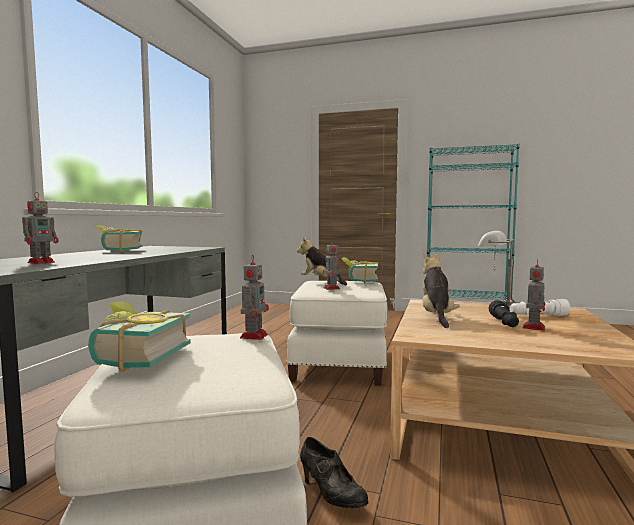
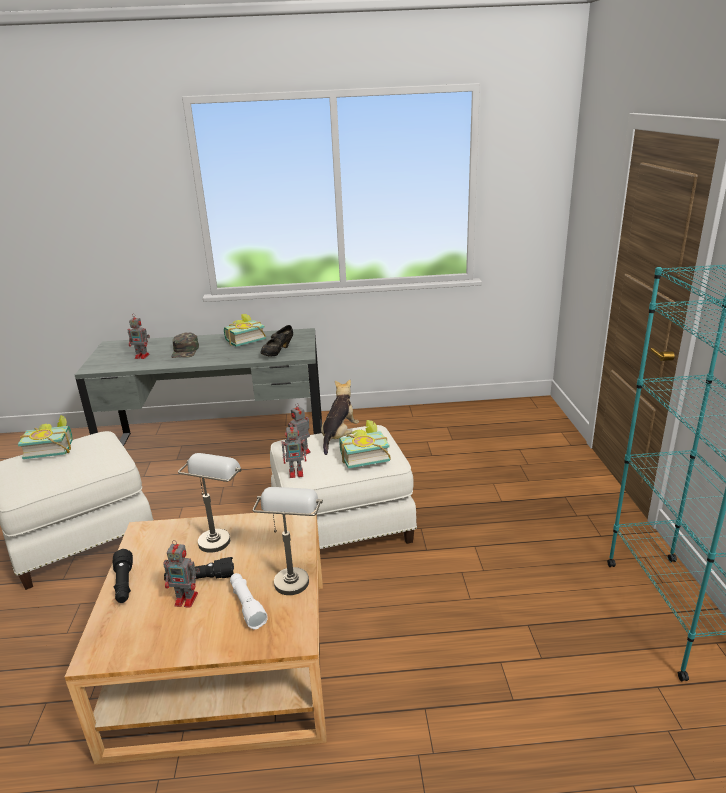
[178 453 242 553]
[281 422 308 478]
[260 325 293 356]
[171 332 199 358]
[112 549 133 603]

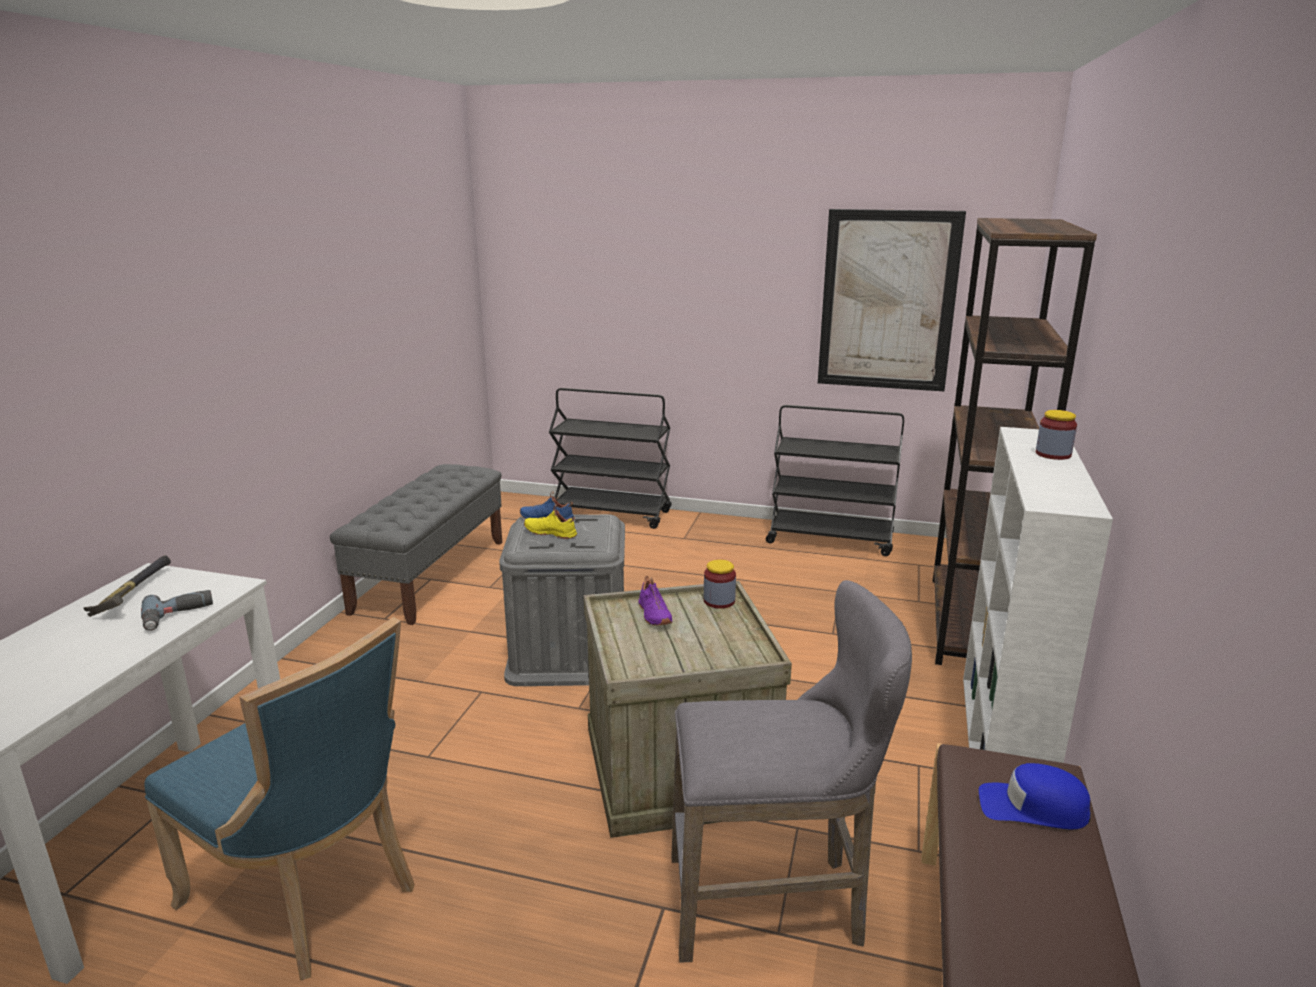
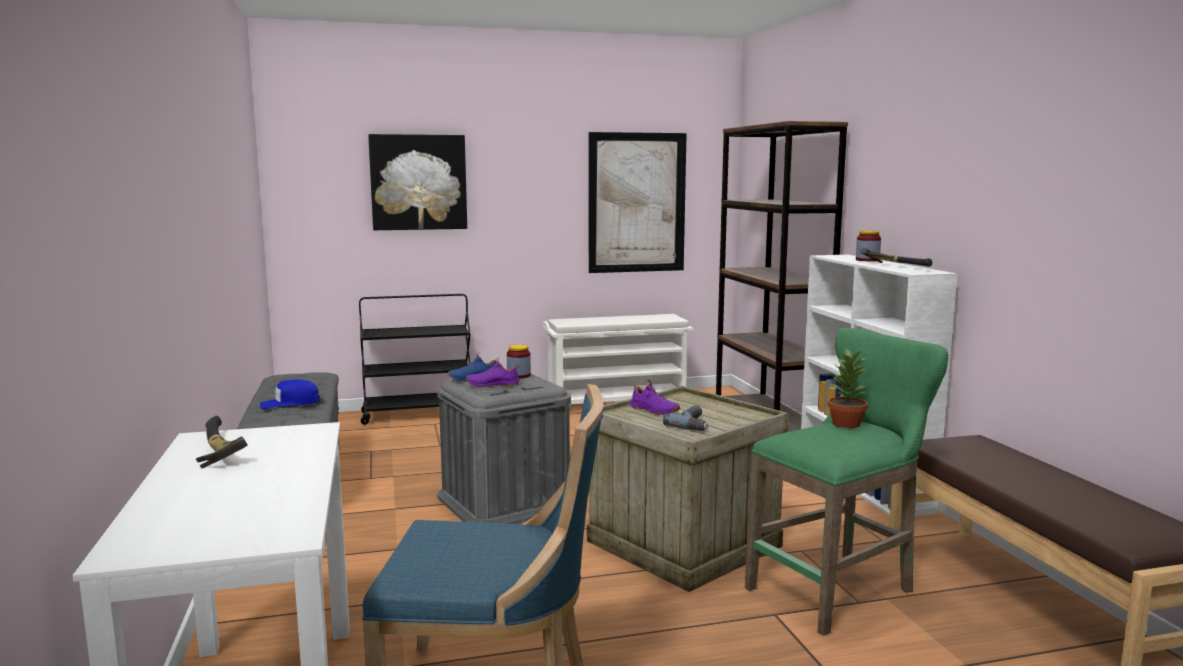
[543 314 694 408]
[466 360 519 387]
[507 344 531 378]
[745 328 948 636]
[663 406 708 431]
[260 379 320 409]
[368 134 467 230]
[861 248 932 267]
[828 348 868 428]

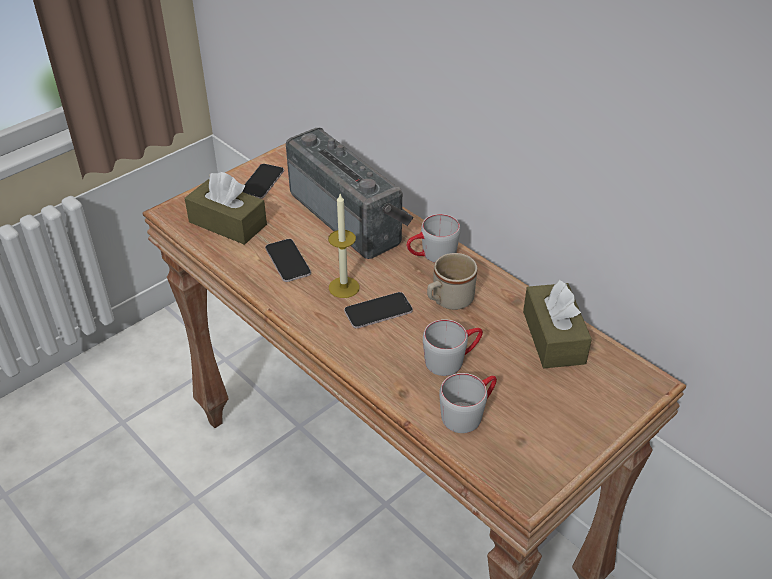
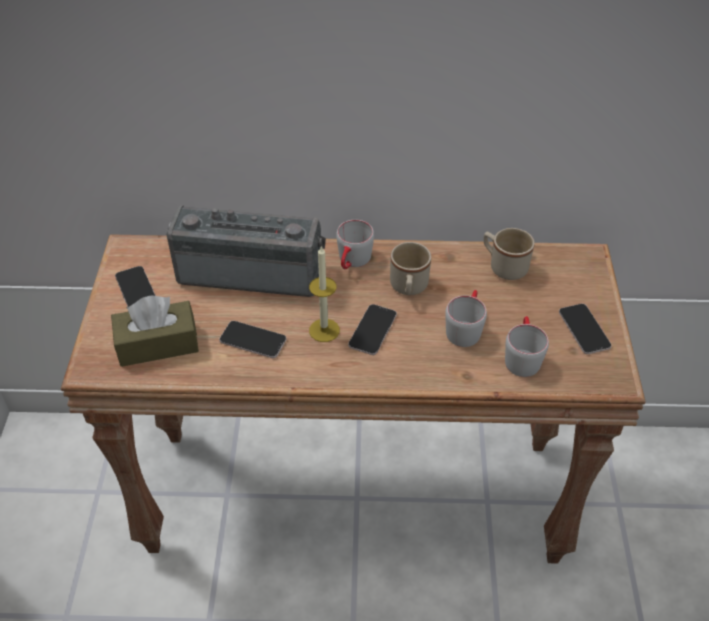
[484 228 535 280]
[559 304 612 354]

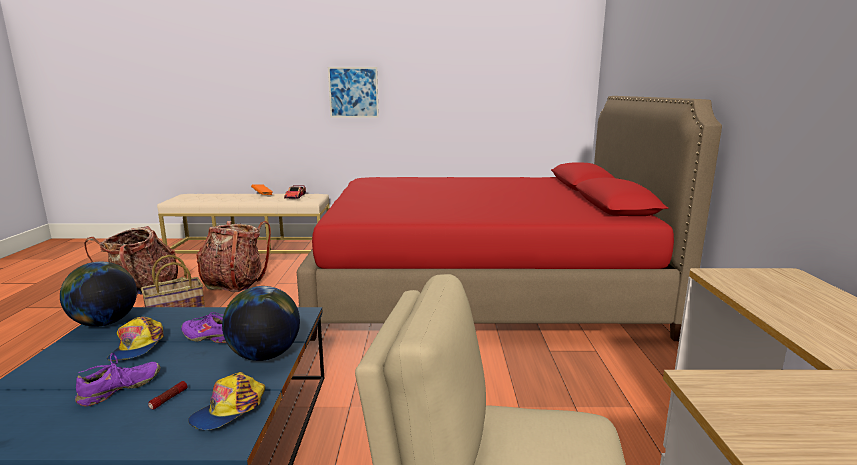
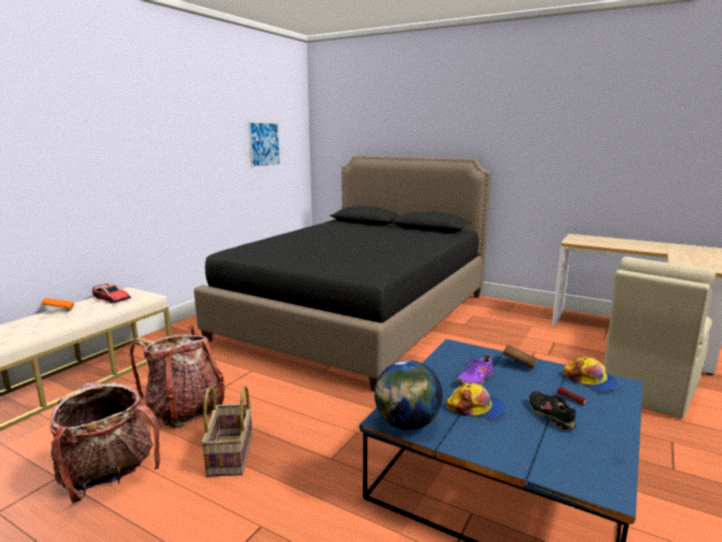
[248 121 281 168]
[194 155 491 392]
[502 345 537 369]
[529 391 577 430]

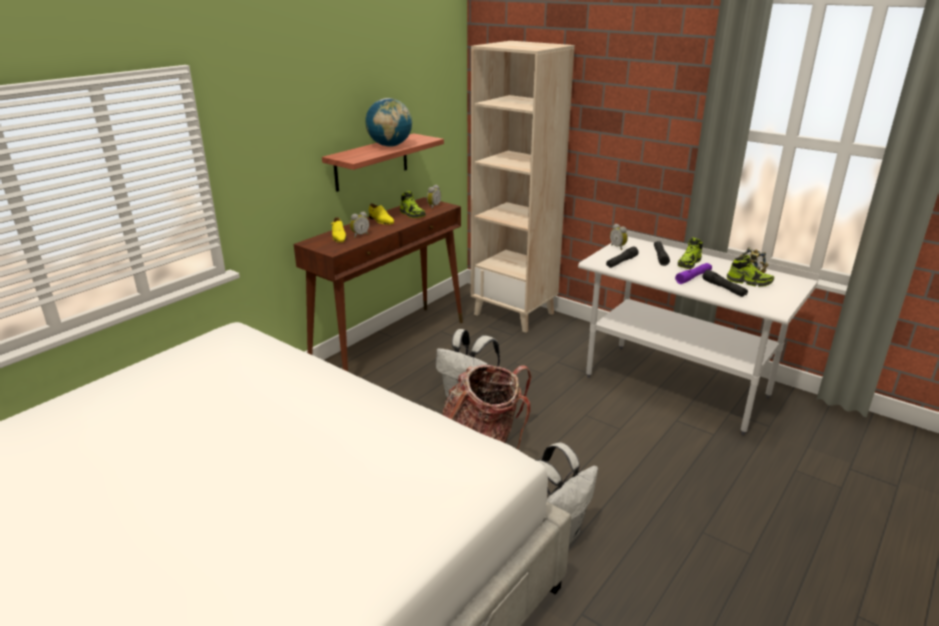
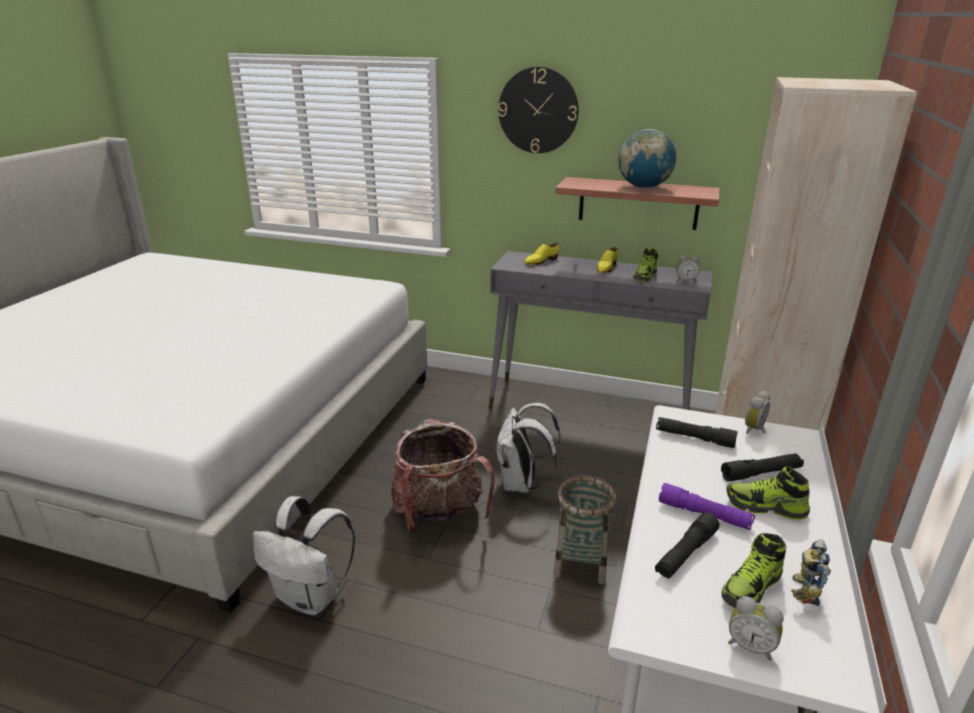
[489 251 712 410]
[728 596 784 660]
[722 533 786 608]
[498 67 579 153]
[553 475 616 584]

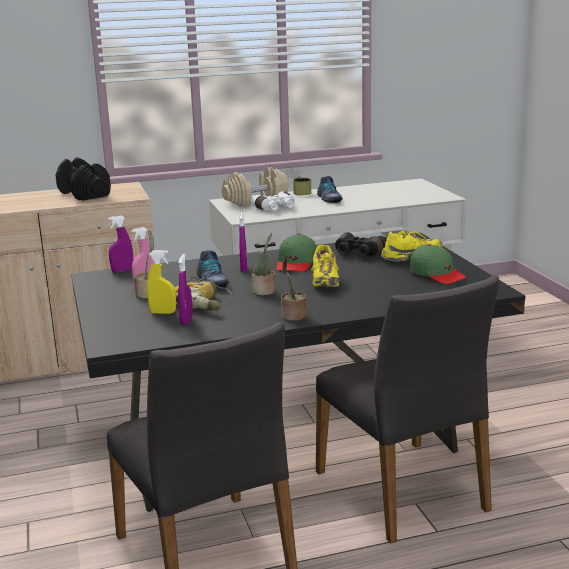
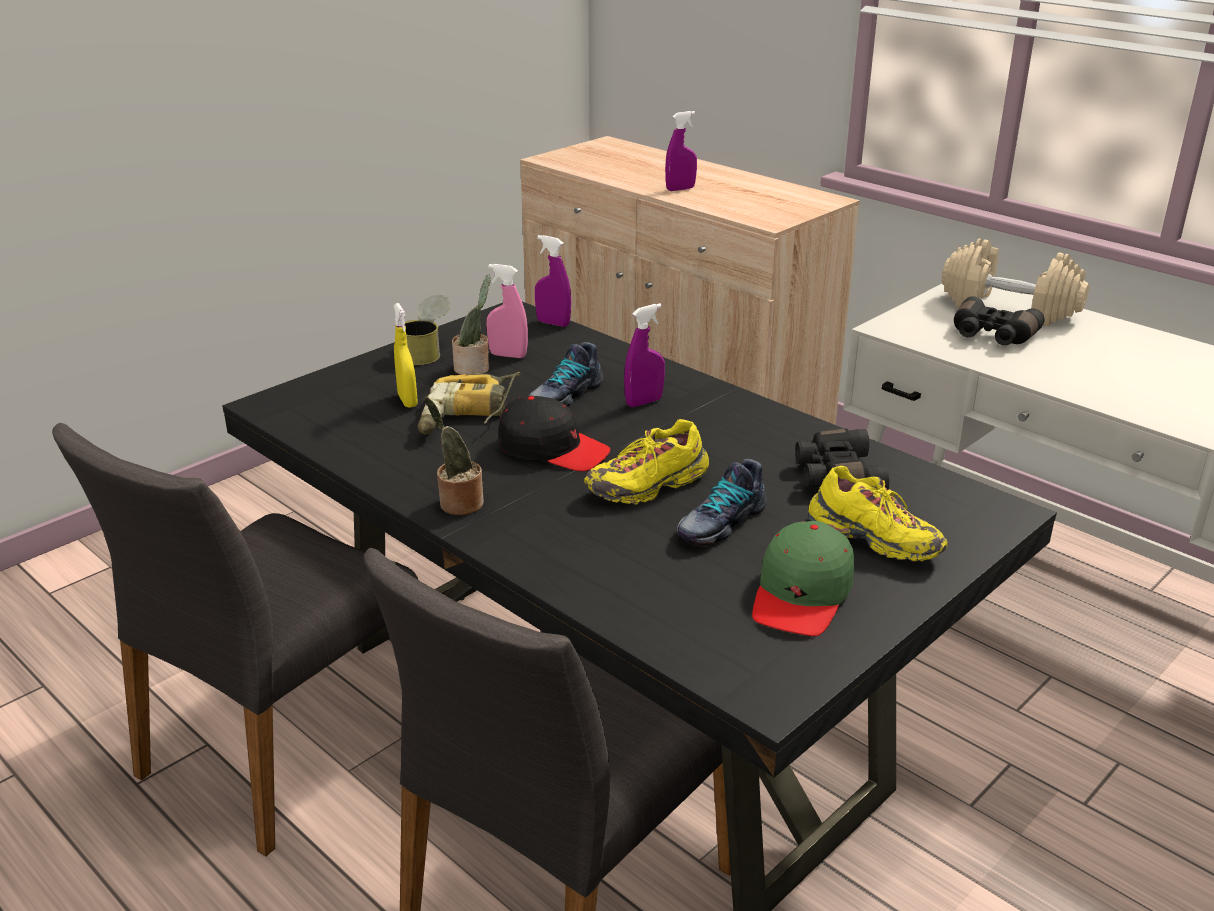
[56 157 111 201] (first image)
[405 295 450 365]
[676 459 767 547]
[954 296 1044 346]
[499 396 610 471]
[276 234 316 272] (first image)
[665 111 697 191]

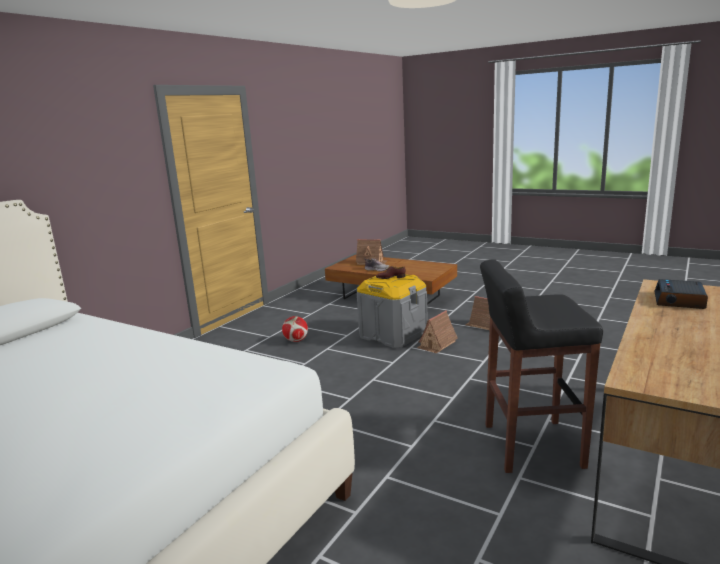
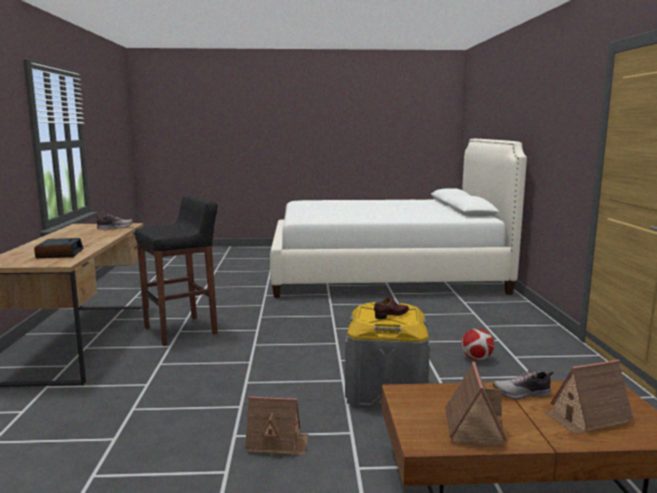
[445 362 507 446]
[95 214 133 230]

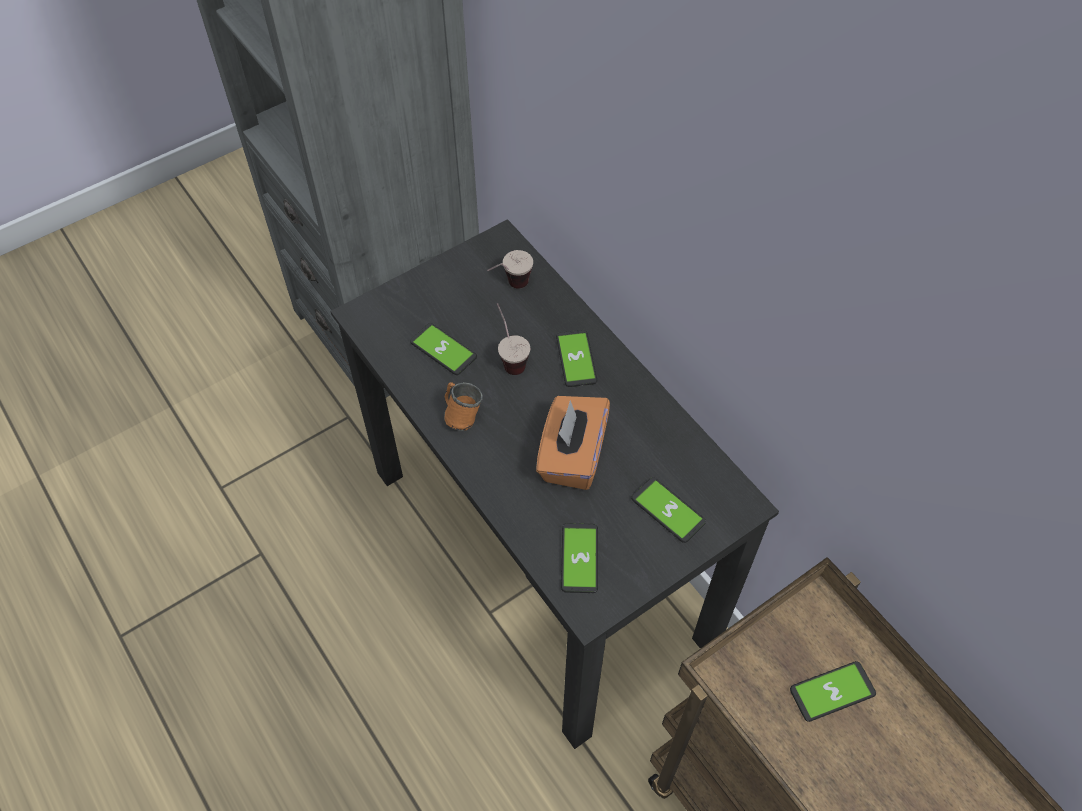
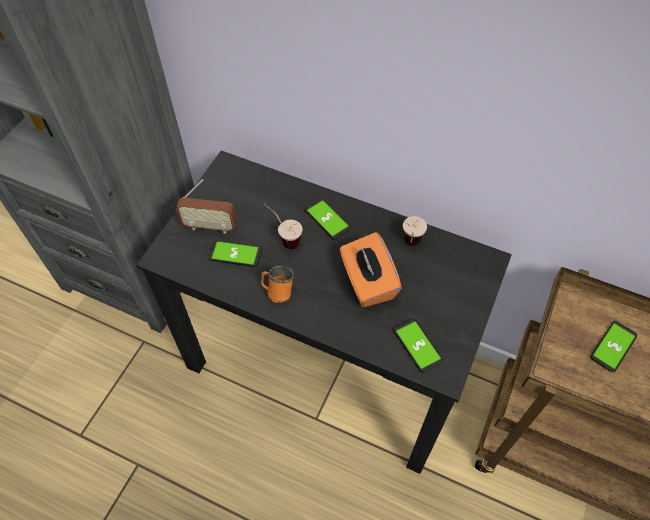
[403 216 427 246]
[631 477 706 543] (first image)
[176 179 236 234]

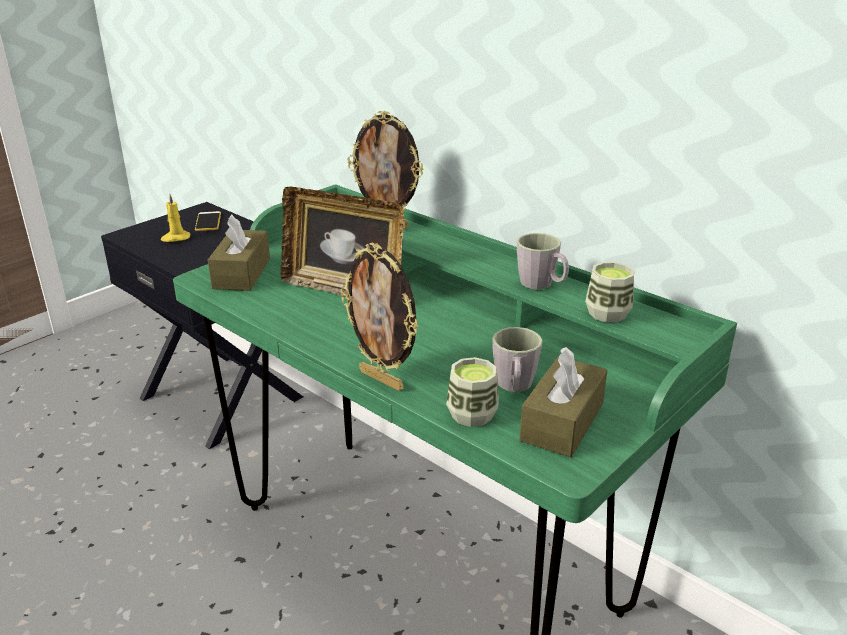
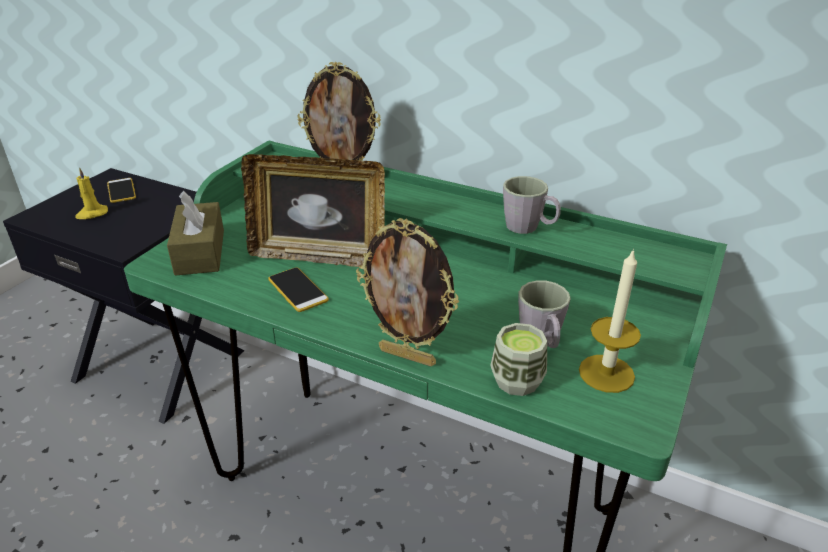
[585 262 634 322] (first image)
[579 248 641 393]
[268 267 329 312]

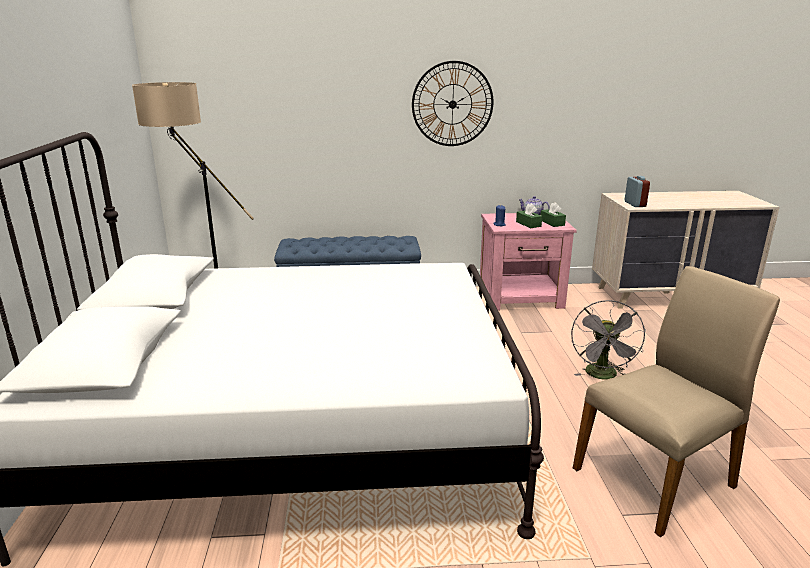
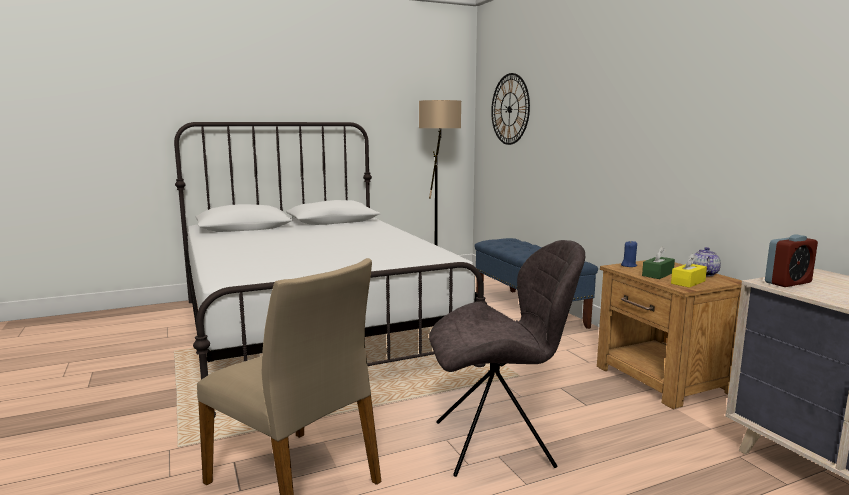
[491 73 530 145]
[671 253 707 288]
[597 260 742 409]
[429 240 585 477]

